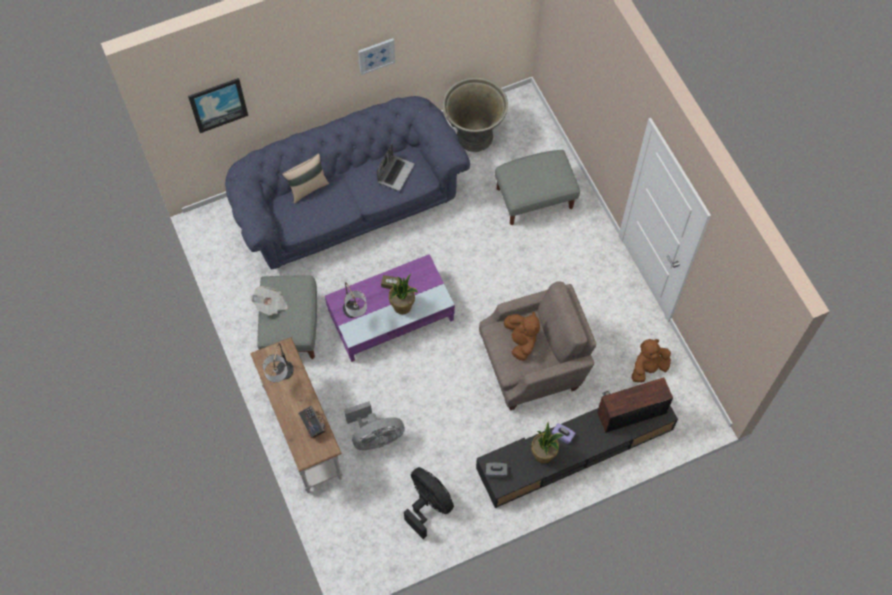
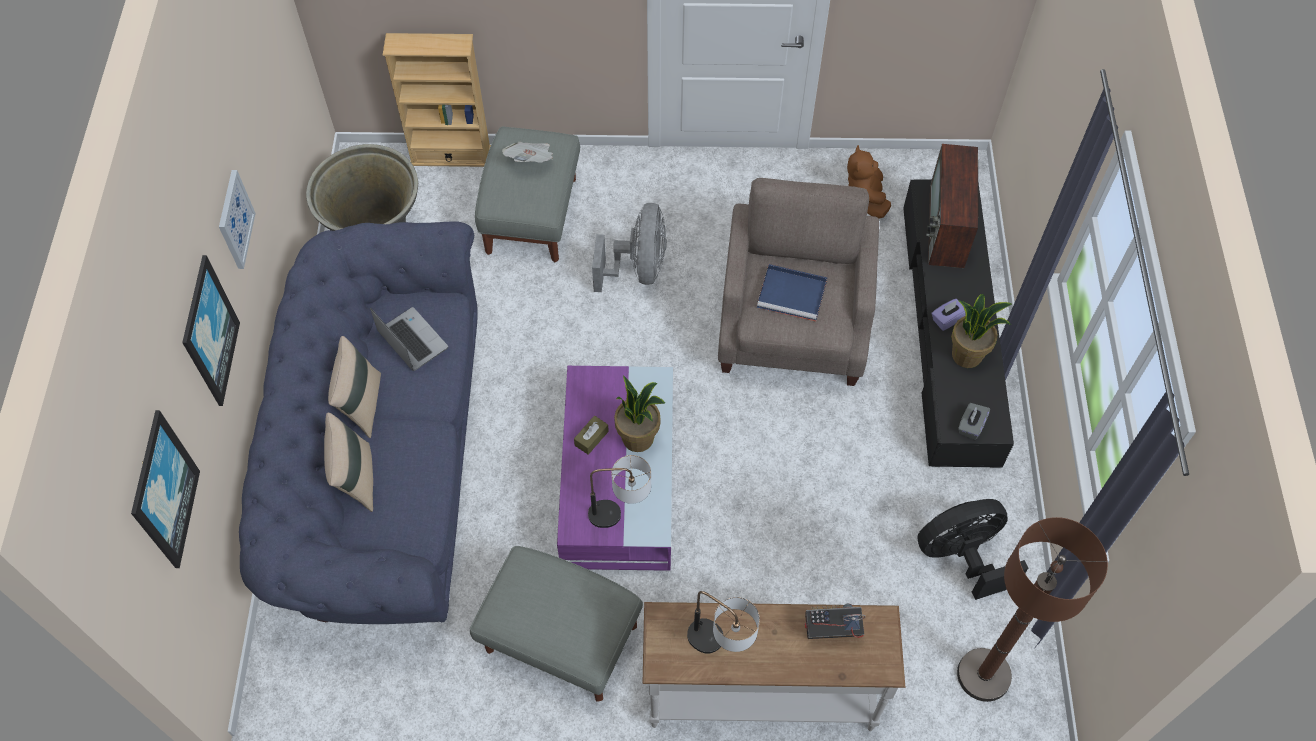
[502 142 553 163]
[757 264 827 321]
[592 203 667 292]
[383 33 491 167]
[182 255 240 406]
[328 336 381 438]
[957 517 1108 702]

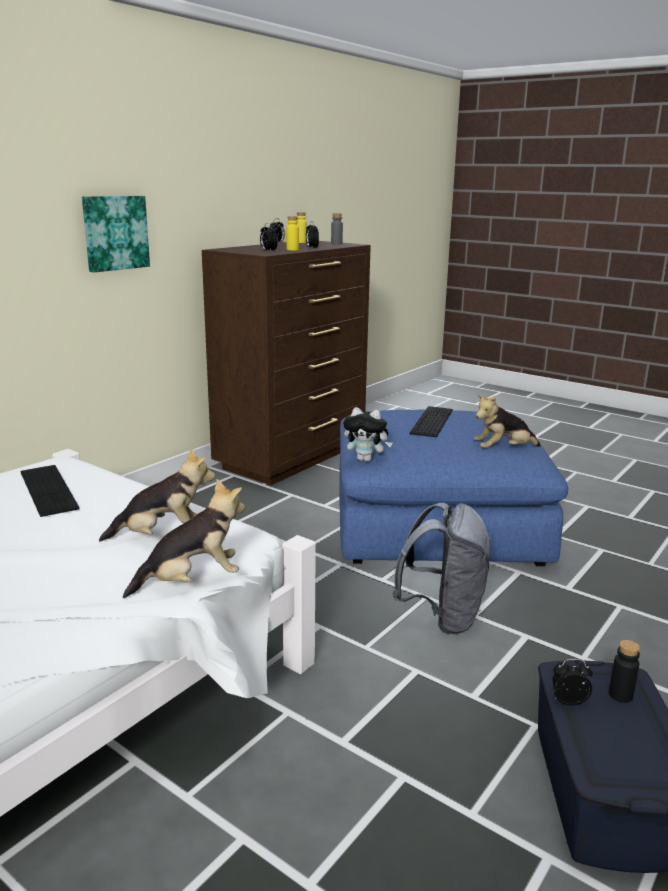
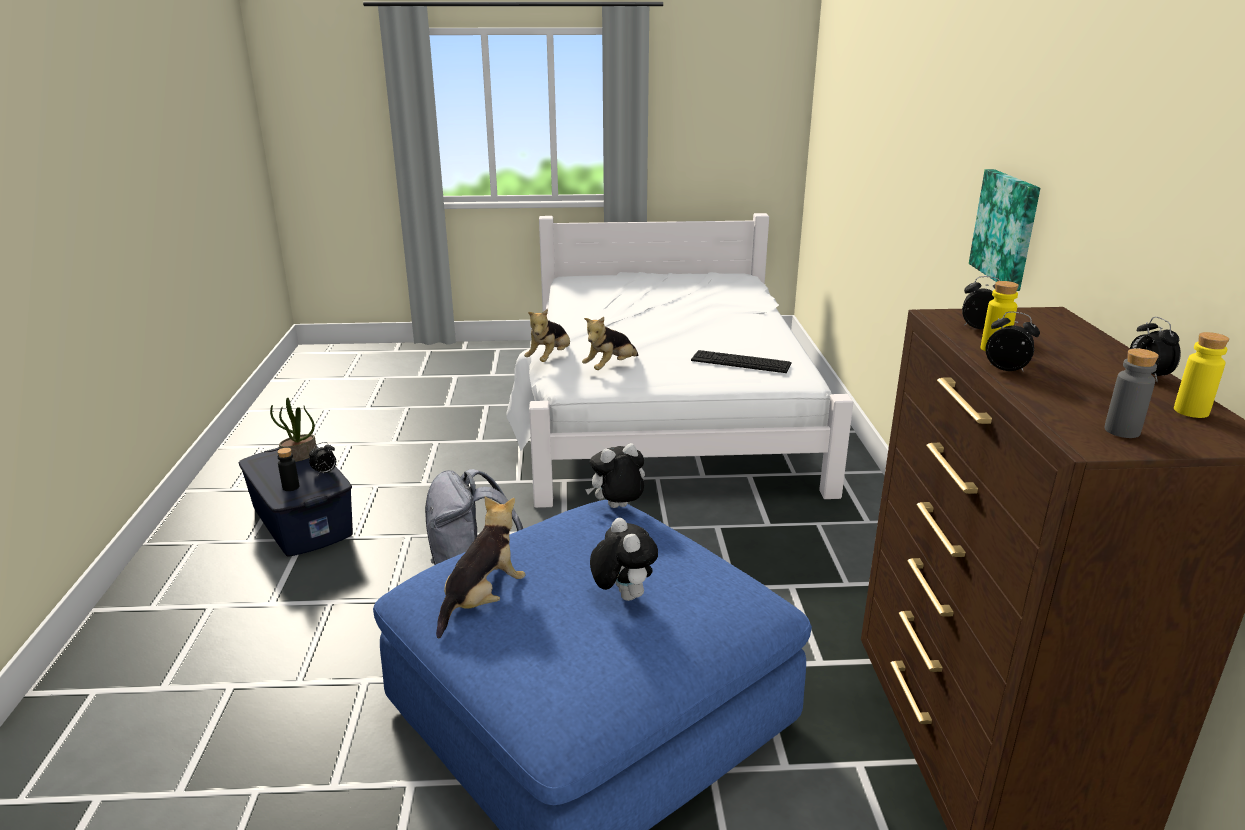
[590 518 658 601]
[270 398 317 462]

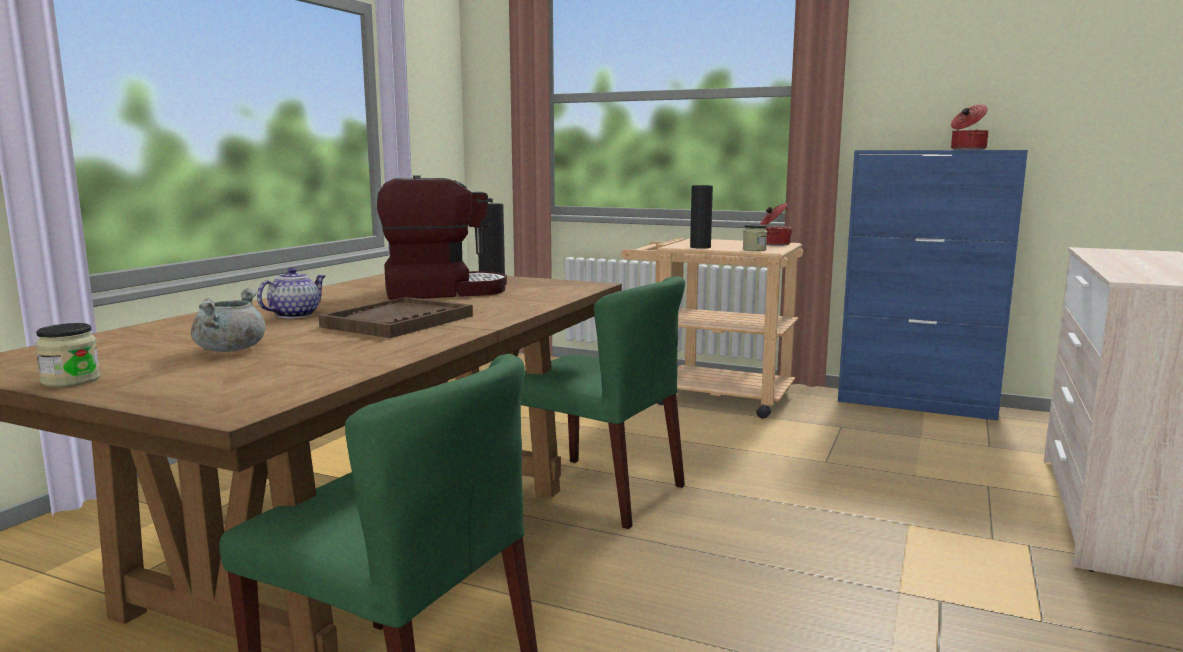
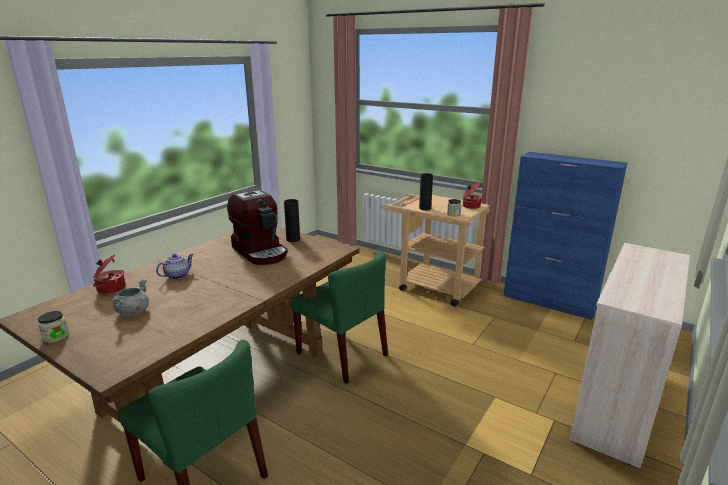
[93 254 126 294]
[227 189 288 265]
[318 297 473 338] (first image)

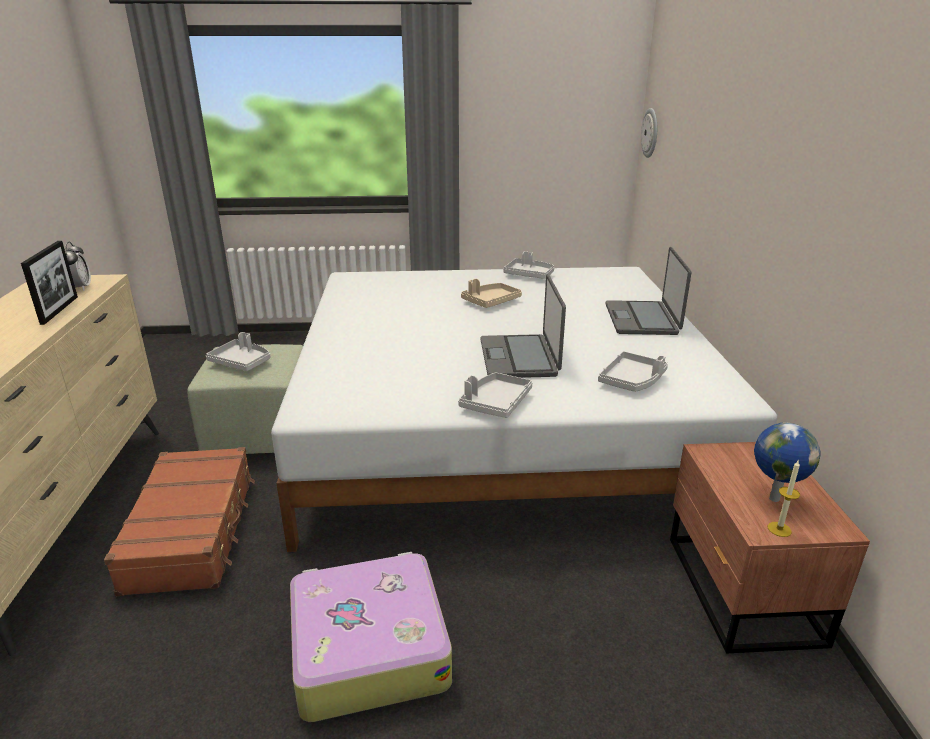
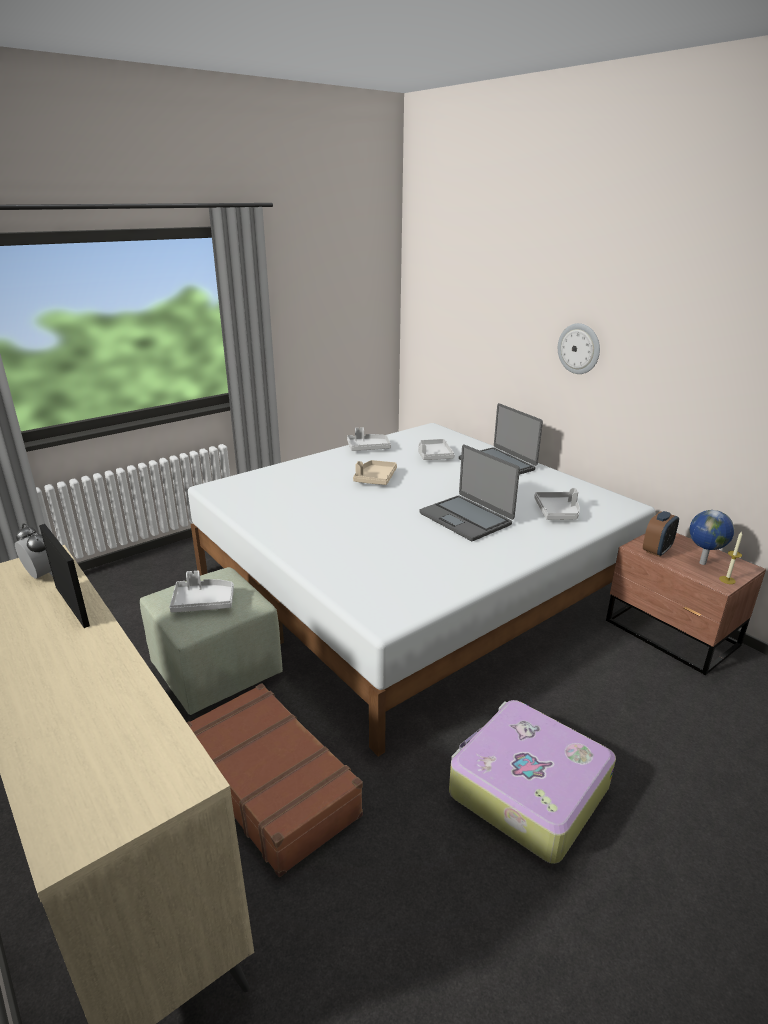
[558 323 600 374]
[418 439 455 460]
[643 511 679 557]

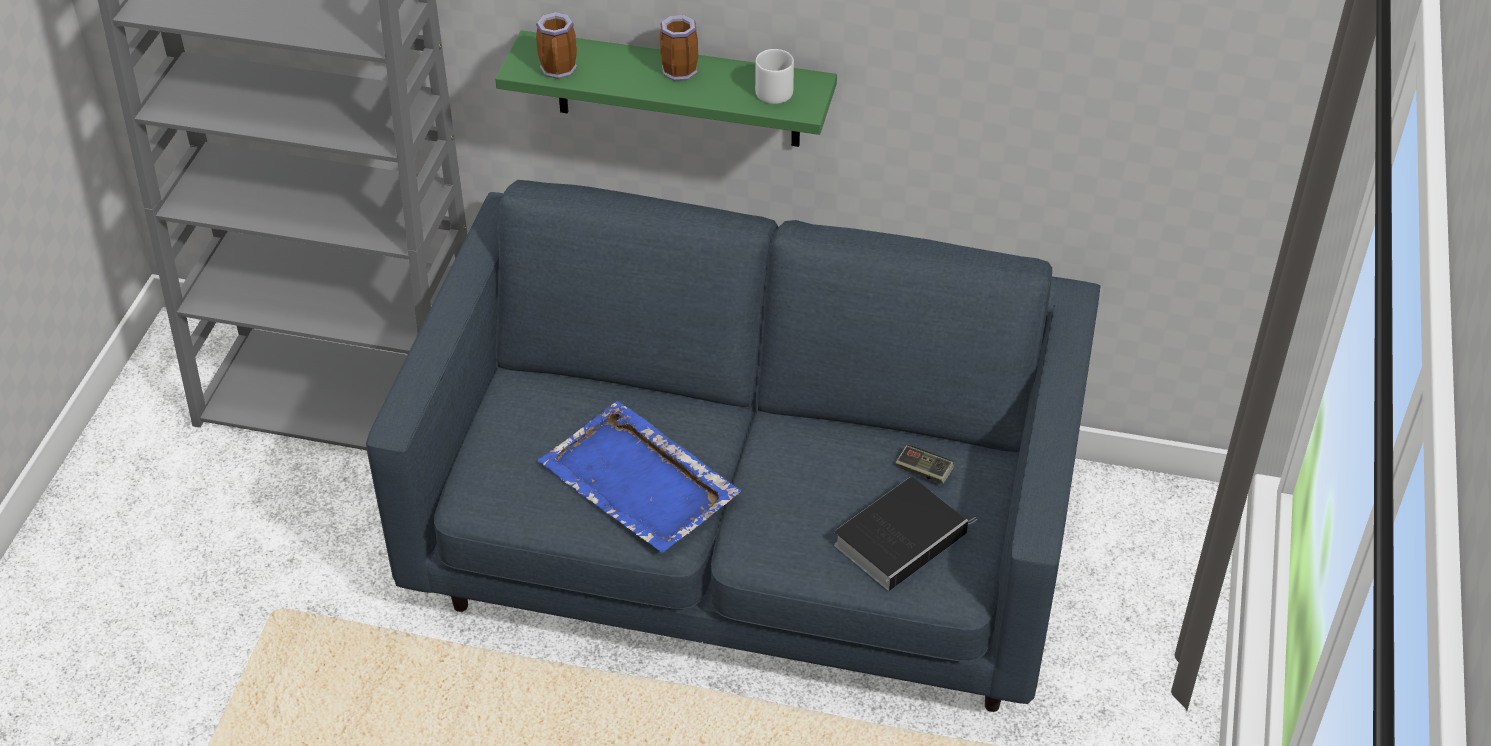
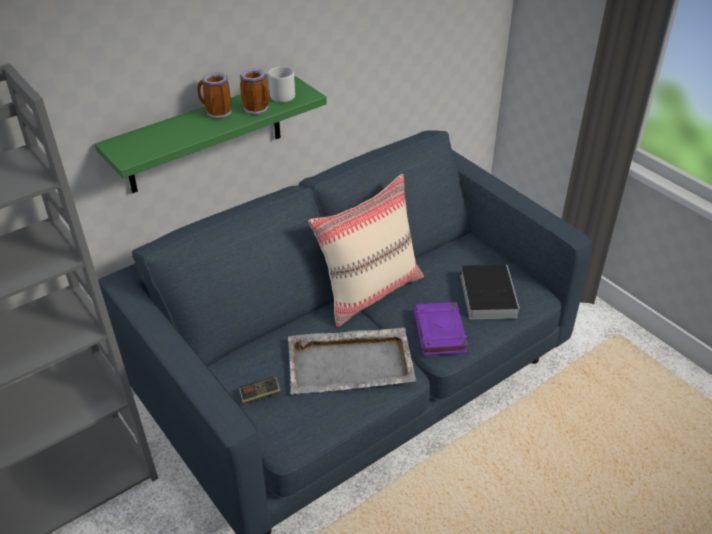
[240 68 270 115]
[288 327 416 395]
[239 377 281 405]
[308 174 424 327]
[413 302 468 356]

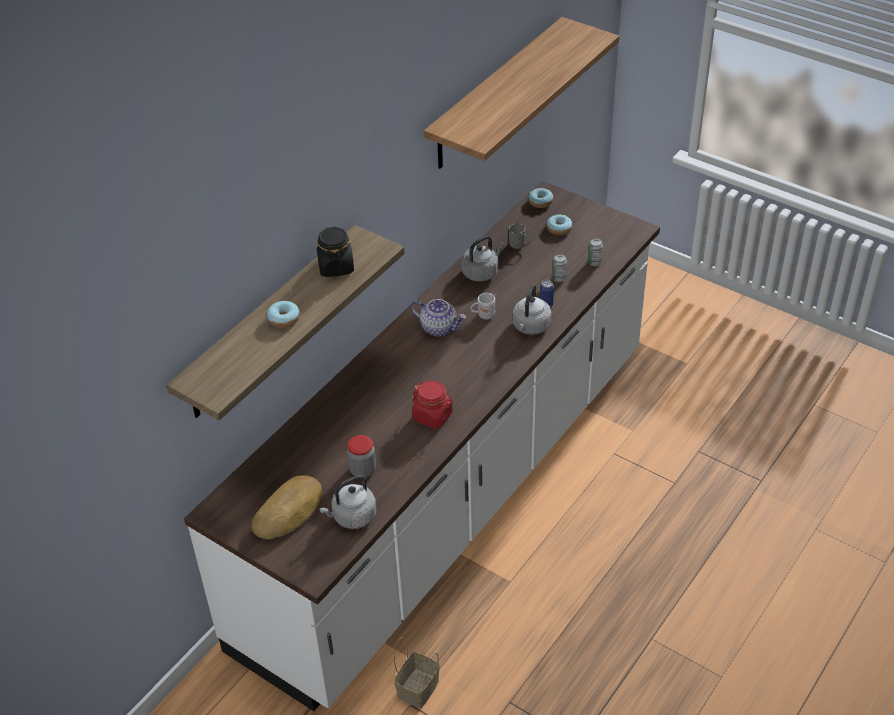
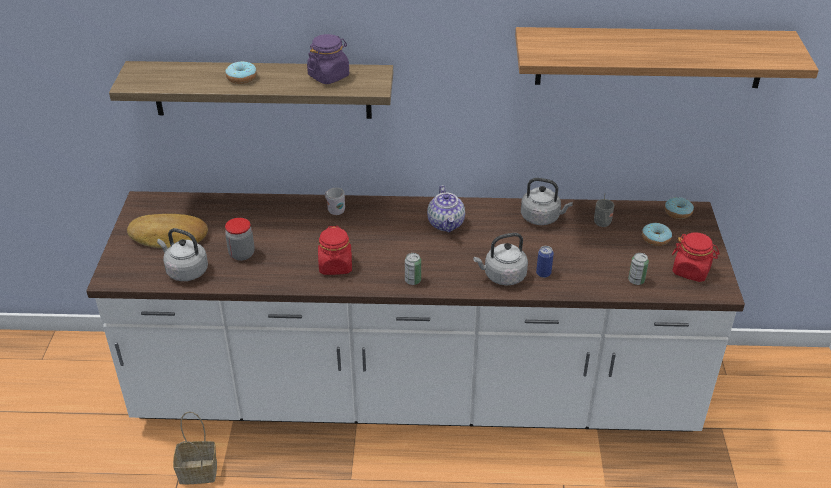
[307 34 349 84]
[405 253 421 285]
[325 188 345 215]
[672 232 720 282]

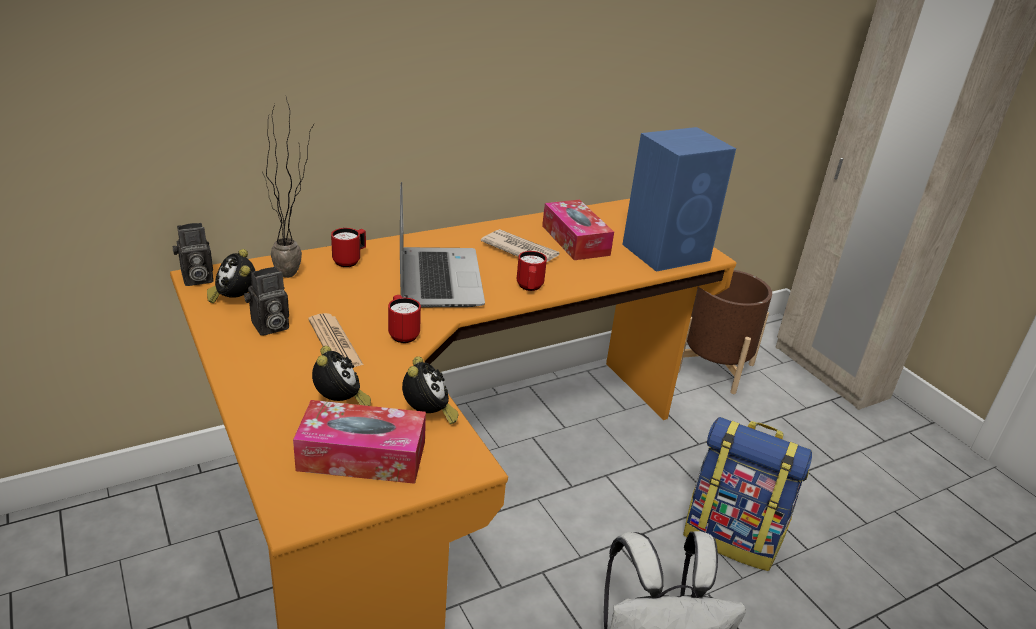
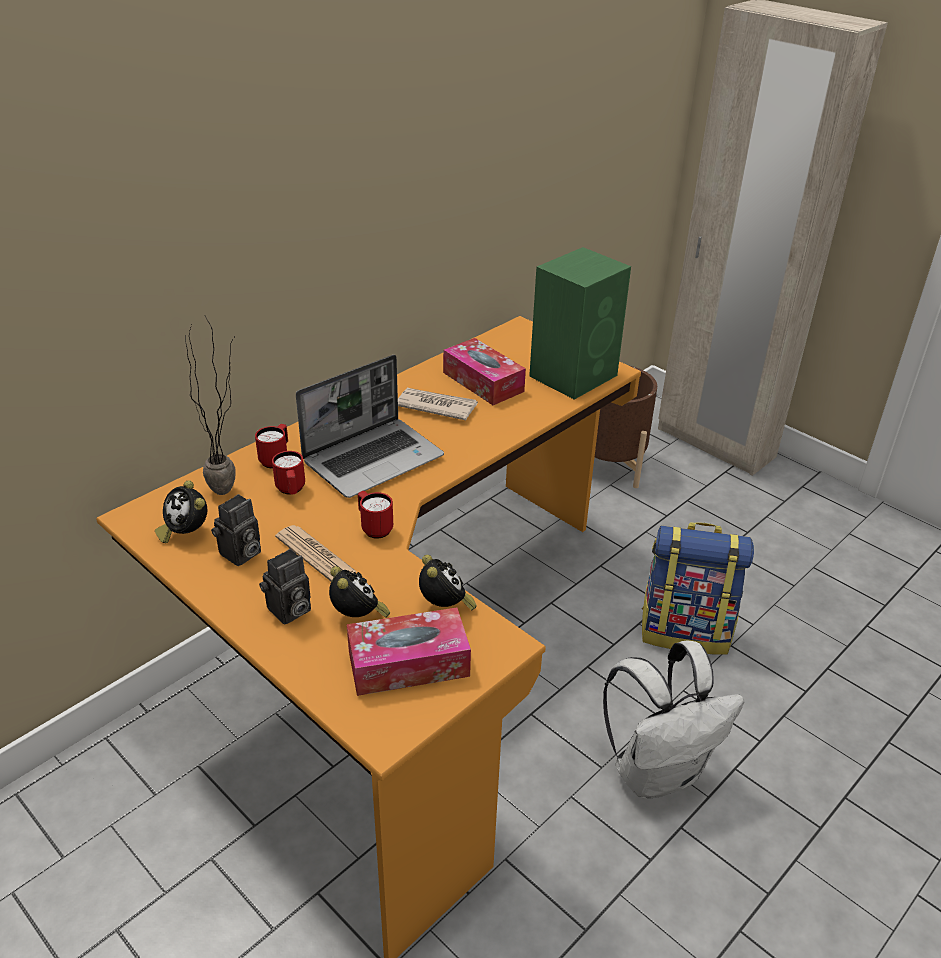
[529 247 631 400]
[296 355 444 498]
[259 549 311 625]
[272 451 305 494]

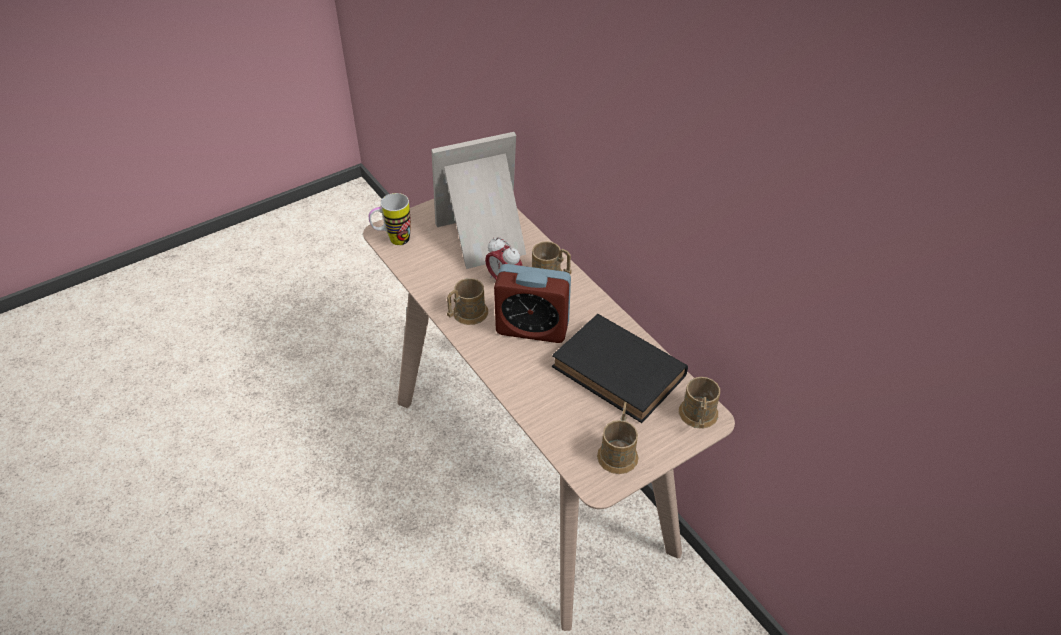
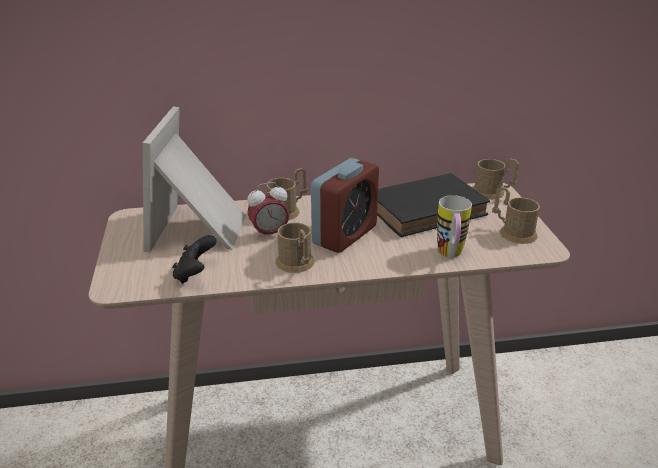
[437 195 472 257]
[172 235 217 284]

